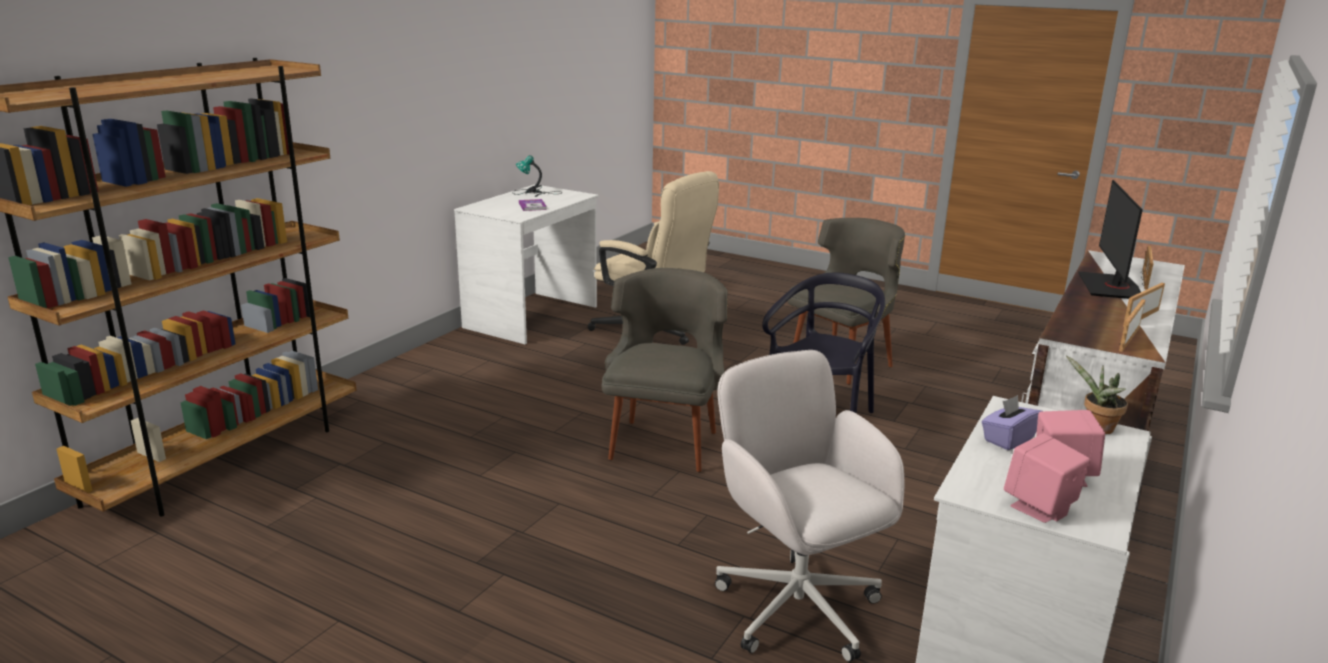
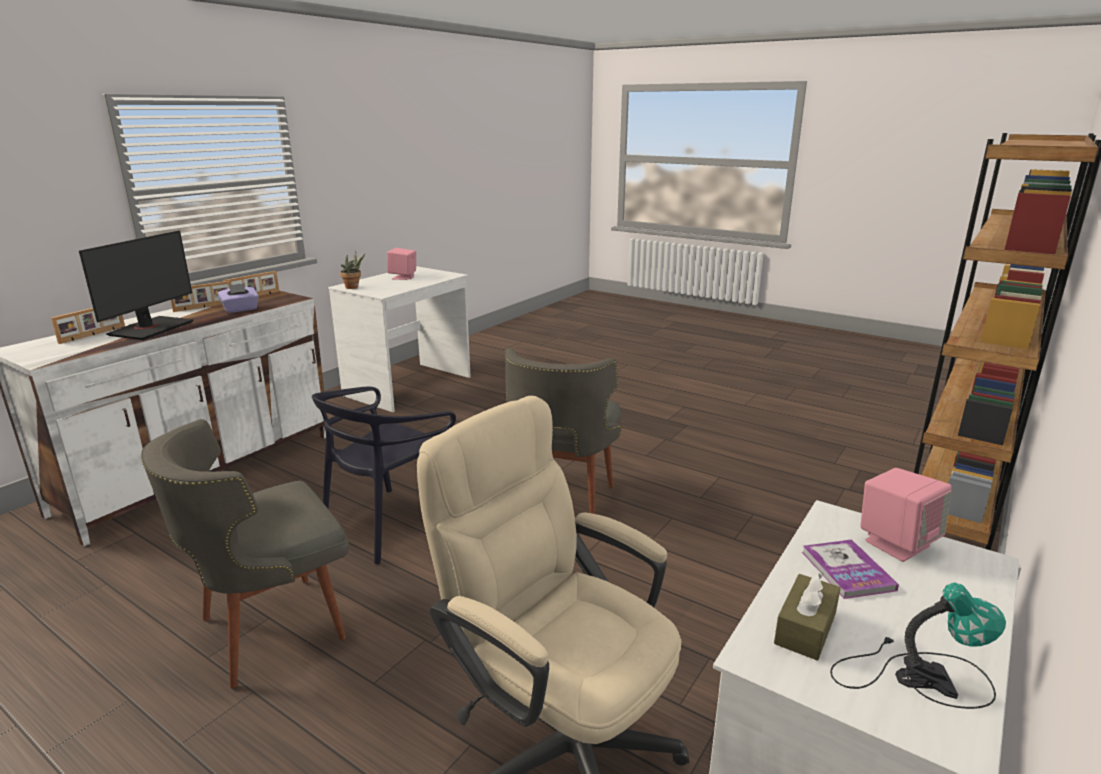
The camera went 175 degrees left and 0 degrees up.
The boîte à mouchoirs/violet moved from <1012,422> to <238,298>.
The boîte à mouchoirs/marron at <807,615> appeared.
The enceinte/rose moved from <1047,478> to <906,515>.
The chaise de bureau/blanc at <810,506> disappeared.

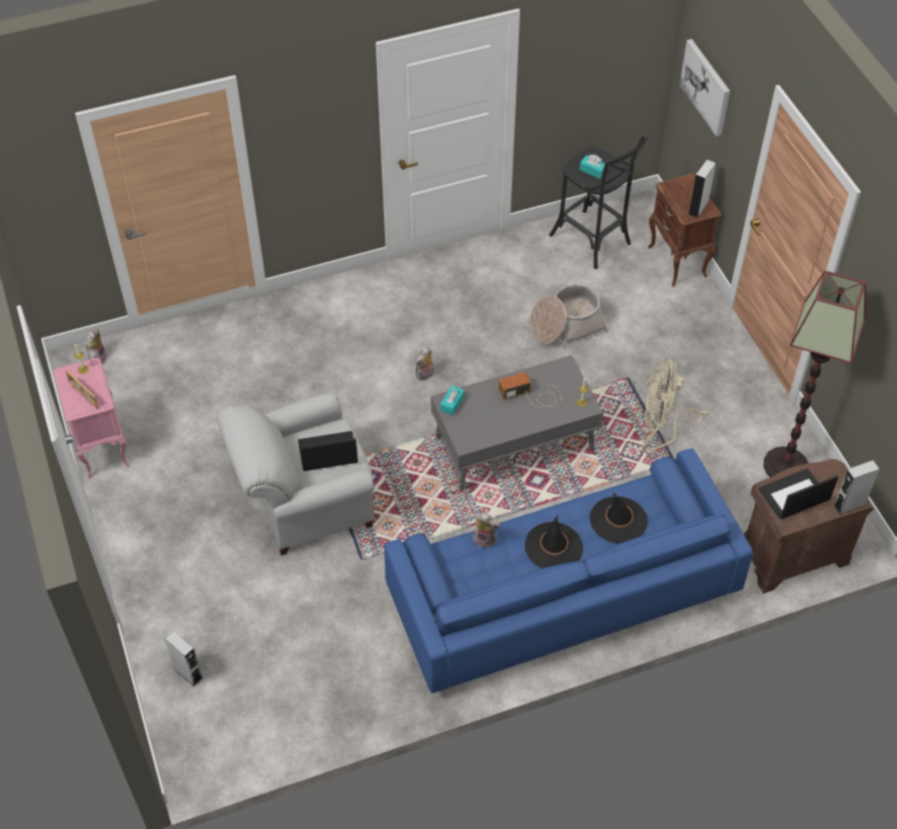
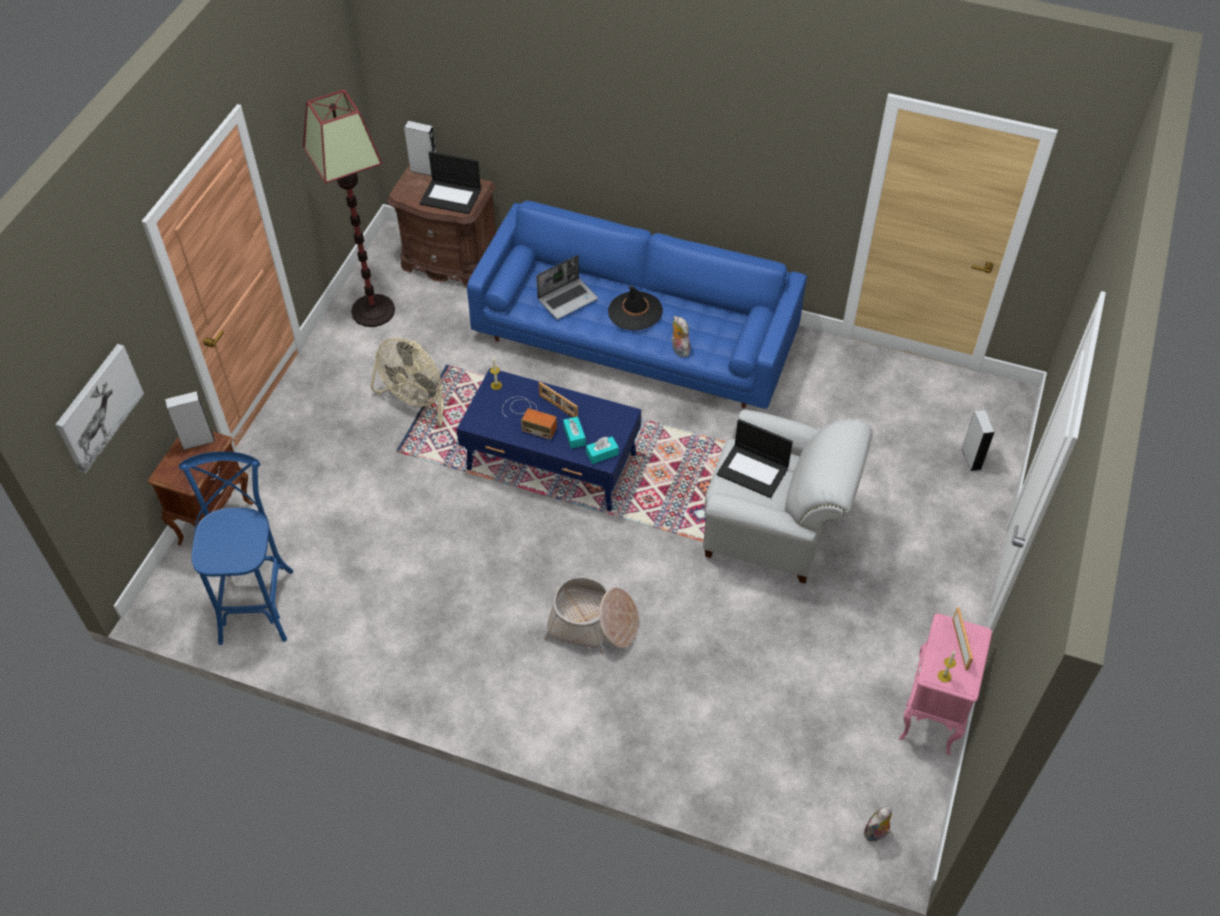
The camera went 140 degrees left and 0 degrees up.
The tabouret/noir at <598,201> became the tabouret/bleu at <236,548>.
The ventilateur/beige at <675,406> turned 75 degrees clockwise.
The table basse/gris at <517,423> became the table basse/bleu at <549,439>.
The chapeau/noir at <618,517> was replaced by the ordinateur portable at <567,287>.
The cadre photo at <558,399> appeared.
The panier moved from <569,315> to <591,615>.
The boîte à mouchoirs/turquoise moved from <592,167> to <574,432>.
The peluche at <424,363> disappeared.

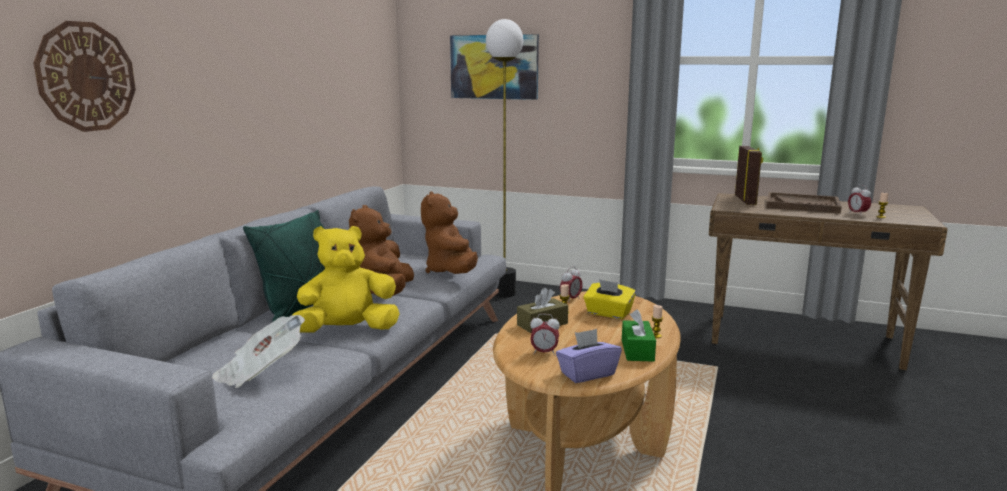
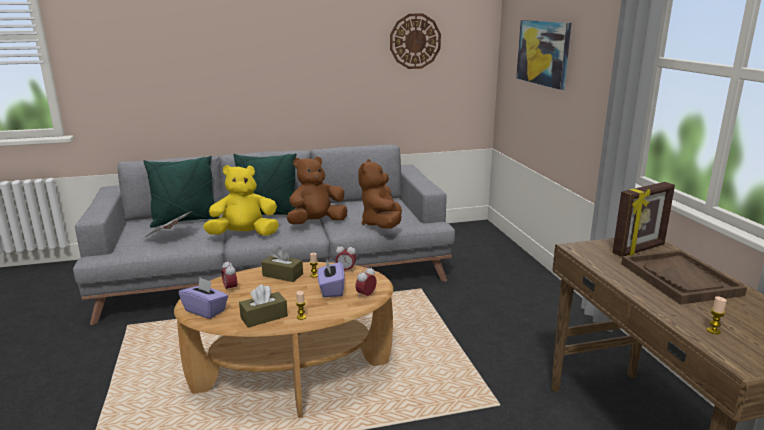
The camera went 55 degrees right and 5 degrees up.
The coussin/vert at <181,192> appeared.
The peluche/jaune at <346,279> turned 45 degrees counterclockwise.
The boîte à mouchoirs/vert at <639,336> became the boîte à mouchoirs/marron at <263,306>.
The boîte à mouchoirs/jaune at <609,299> became the boîte à mouchoirs/violet at <331,278>.
The réveil moved from <859,200> to <366,282>.
The peluche/marron at <449,232> turned 45 degrees counterclockwise.
The horloge murale moved from <84,76> to <415,41>.
The lampadaire at <504,158> disappeared.

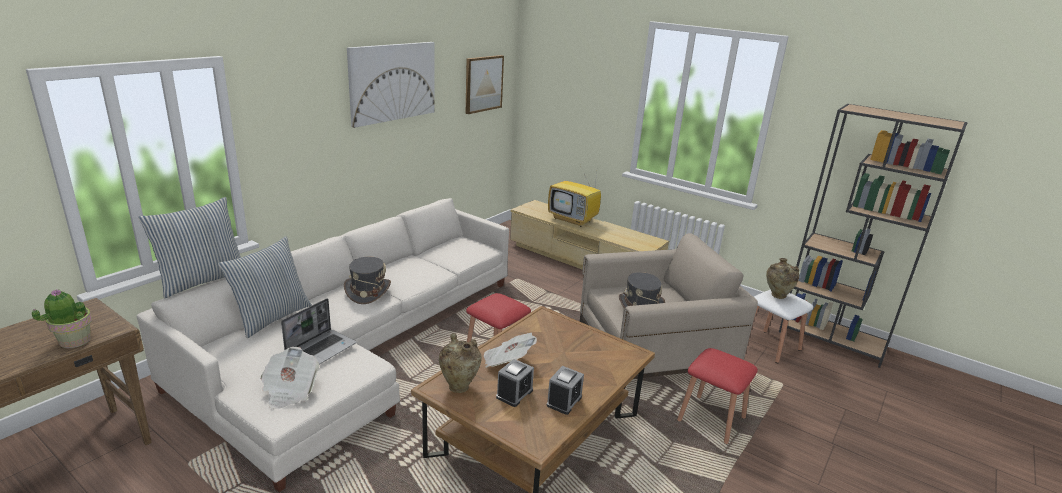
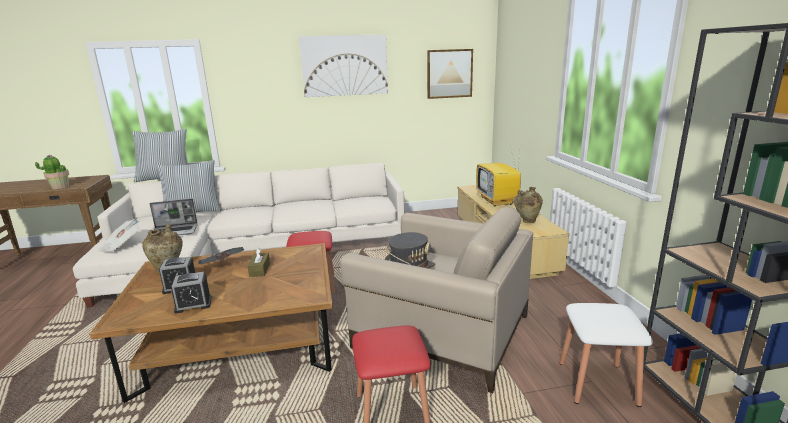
The camera went 45 degrees right and 5 degrees down.
The boîte à mouchoirs/marron at <259,262> appeared.
The vase/beige moved from <782,278> to <528,205>.
The chapeau/gris at <367,280> disappeared.

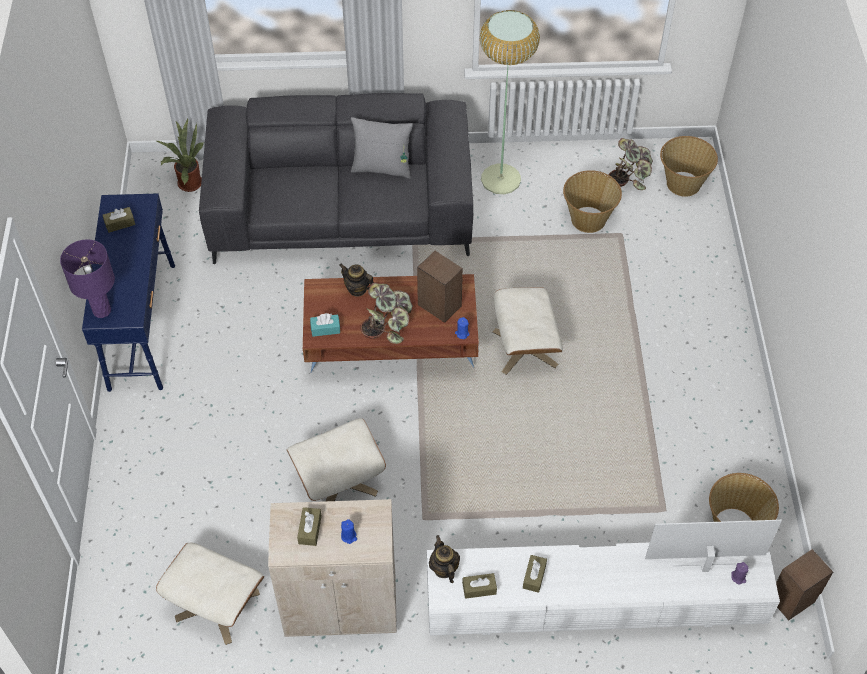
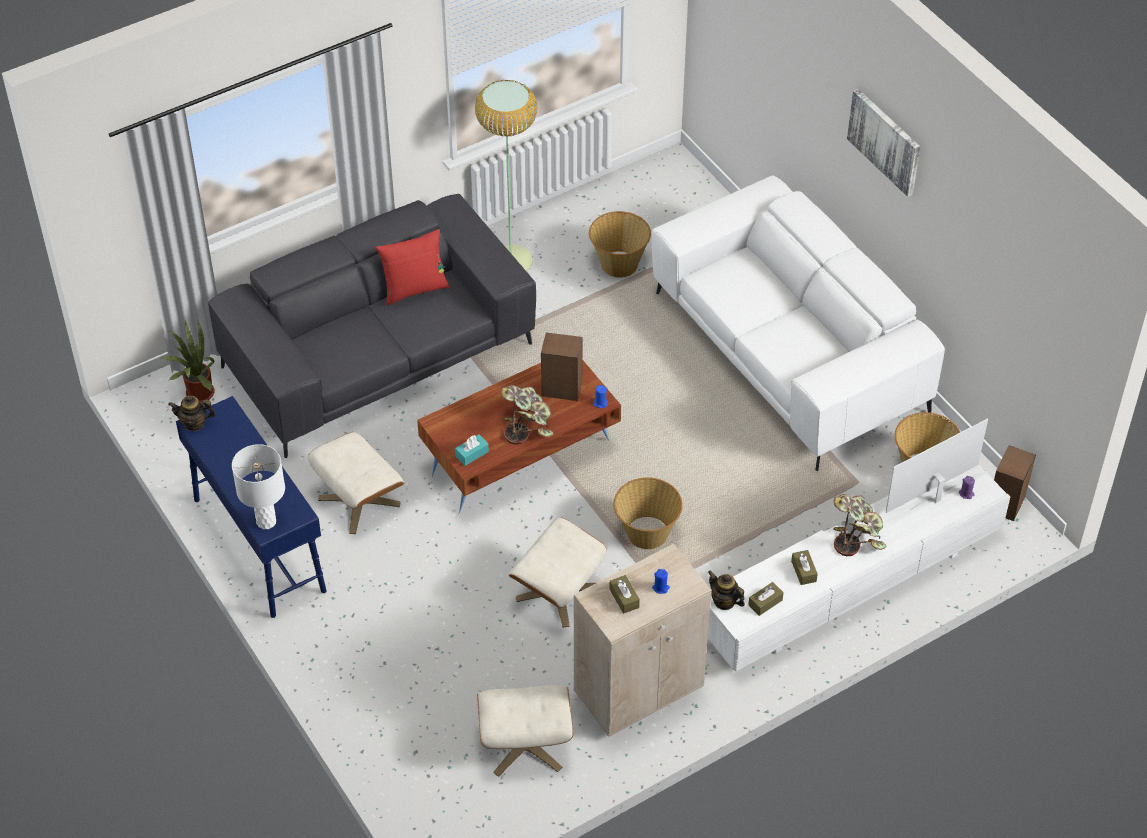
The camera went 30 degrees left and 5 degrees down.
The théière moved from <356,280> to <192,413>.
The lampe de table/violet at <87,278> became the lampe de table/blanc at <258,486>.
The pouf/beige moved from <528,331> to <356,483>.
The coussin/gris at <382,148> became the coussin/rouge at <412,267>.
The panier moved from <689,166> to <648,513>.
The canapé/blanc at <798,323> appeared.
The plante en pot moved from <631,164> to <860,525>.
The tableau at <883,143> appeared.
The boîte à mouchoirs/marron at <119,220> disappeared.

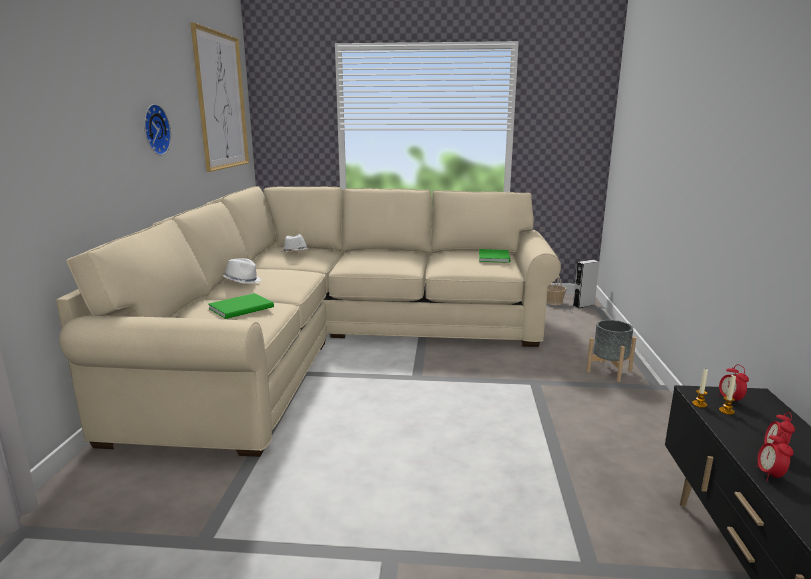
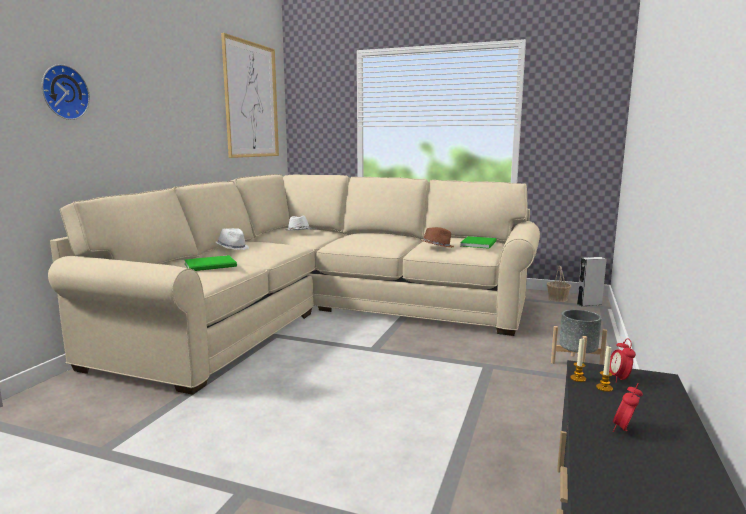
The camera went 15 degrees right and 5 degrees down.
The horloge murale moved from <157,129> to <66,92>.
The chapeau/marron at <437,237> appeared.
The réveil at <775,456> disappeared.

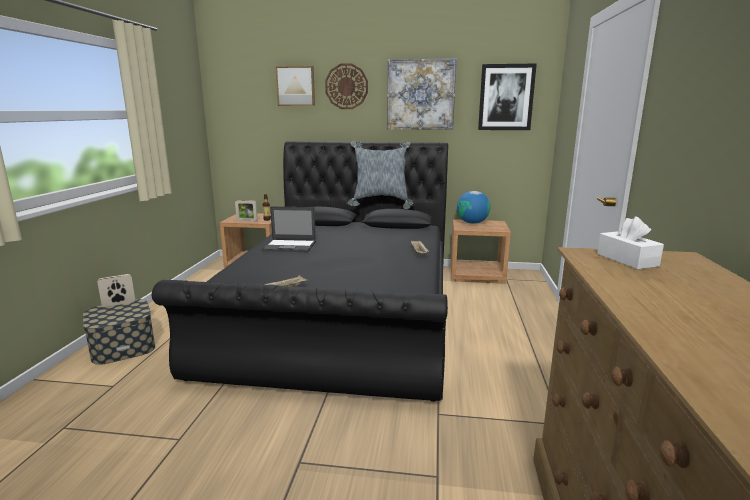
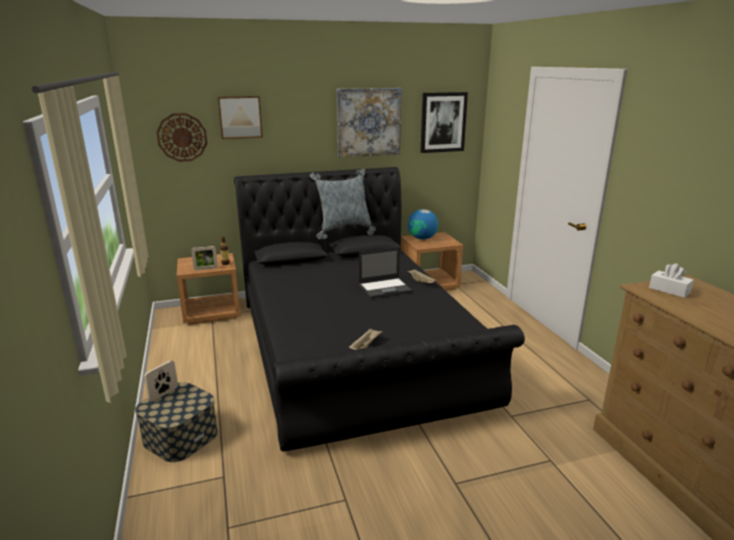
The camera went 25 degrees left and 5 degrees up.
The horloge murale moved from <346,86> to <181,137>.
The ordinateur portable moved from <289,229> to <386,272>.

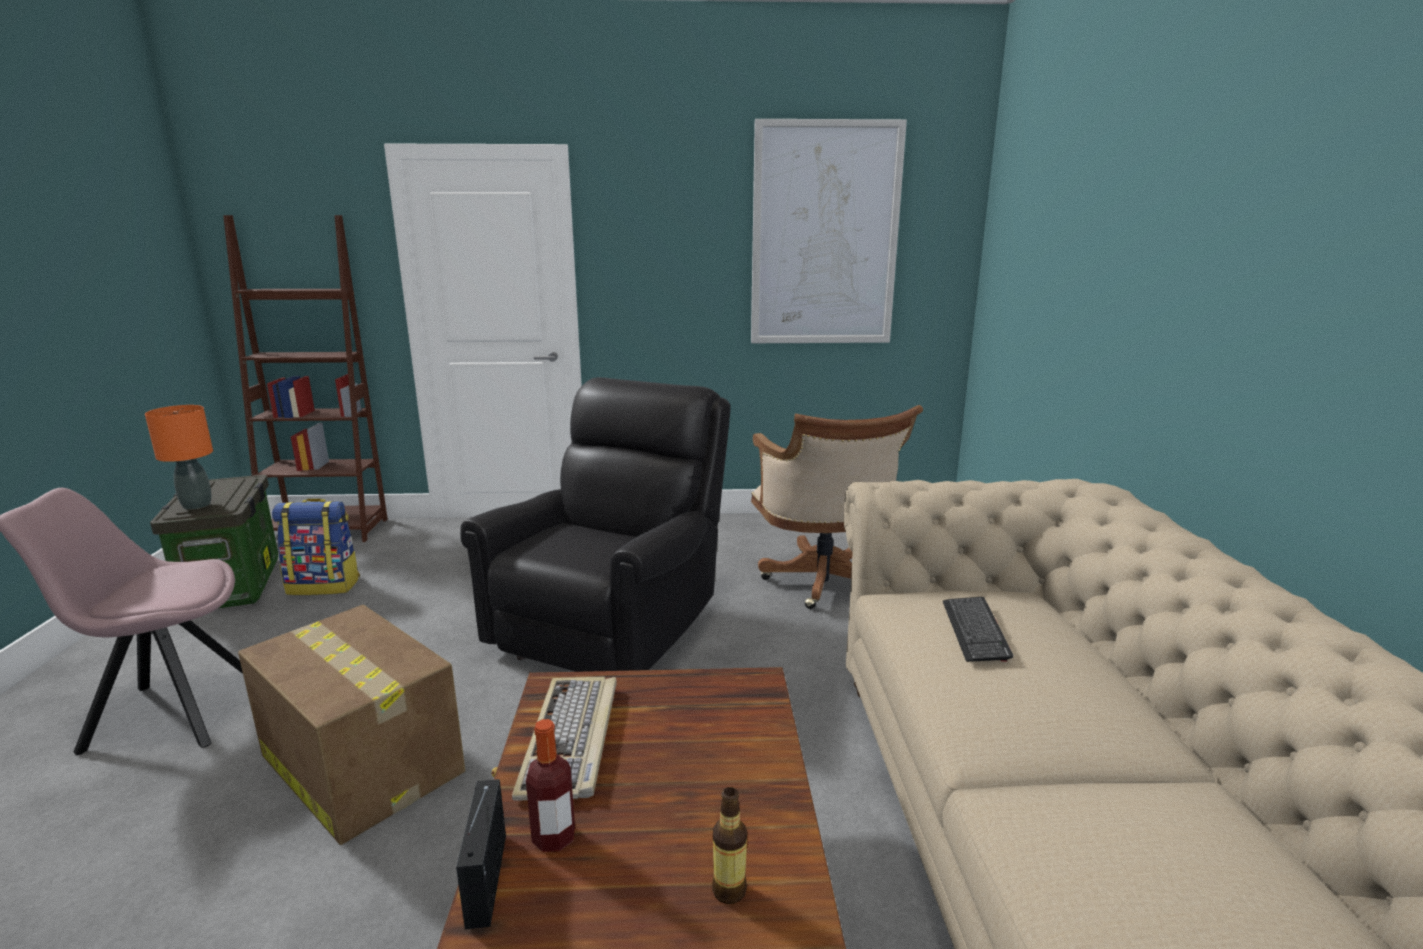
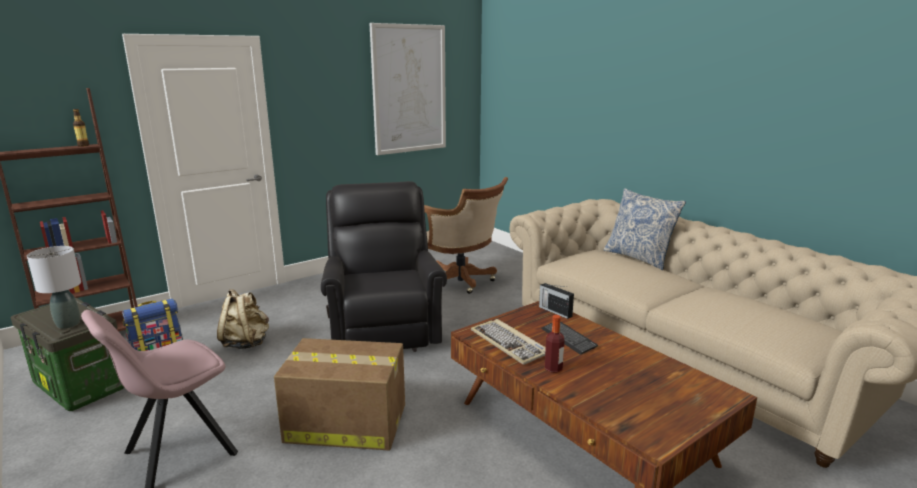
The camera went 35 degrees left and 0 degrees up.
The lampe de table/orange at <179,457> became the lampe de table/gris at <54,287>.
The bouteille moved from <729,845> to <81,128>.
The sac à dos/beige at <243,319> appeared.
The radio moved from <481,854> to <556,301>.
The clavier moved from <978,629> to <569,338>.
The coussin at <645,229> appeared.

